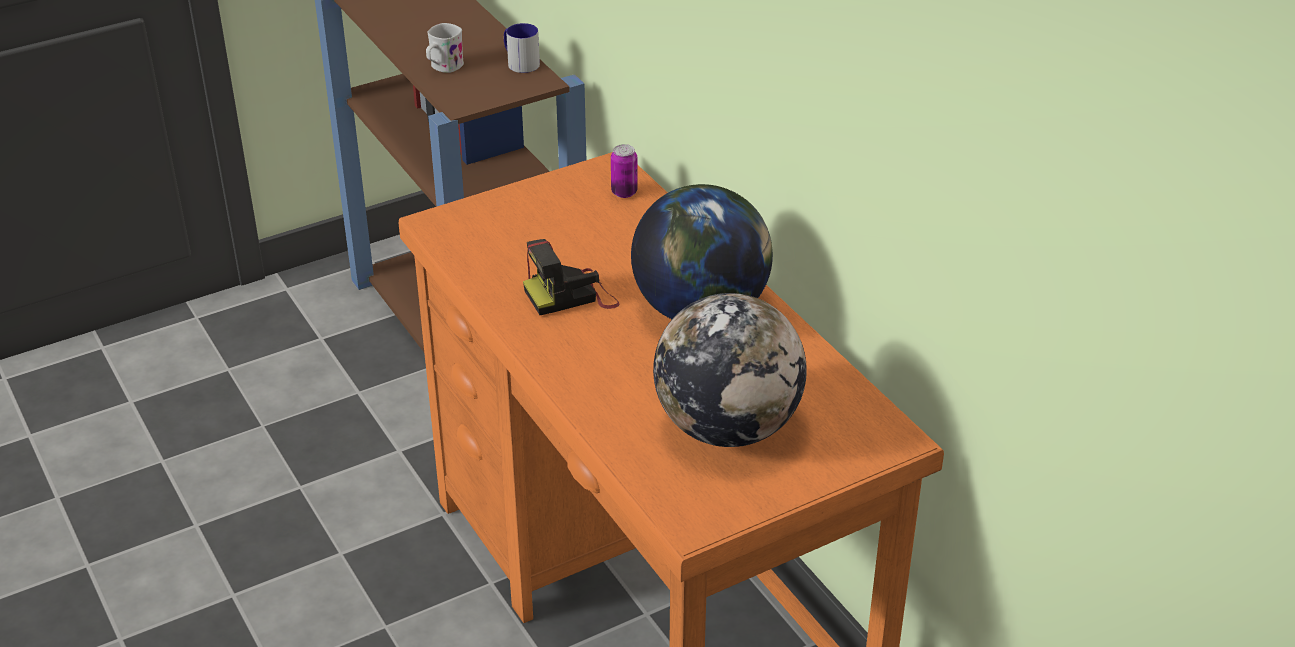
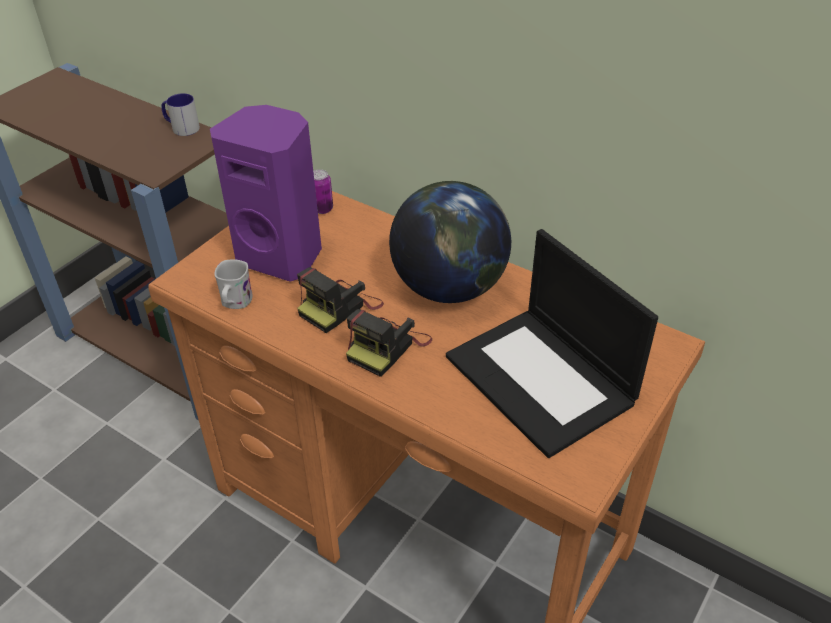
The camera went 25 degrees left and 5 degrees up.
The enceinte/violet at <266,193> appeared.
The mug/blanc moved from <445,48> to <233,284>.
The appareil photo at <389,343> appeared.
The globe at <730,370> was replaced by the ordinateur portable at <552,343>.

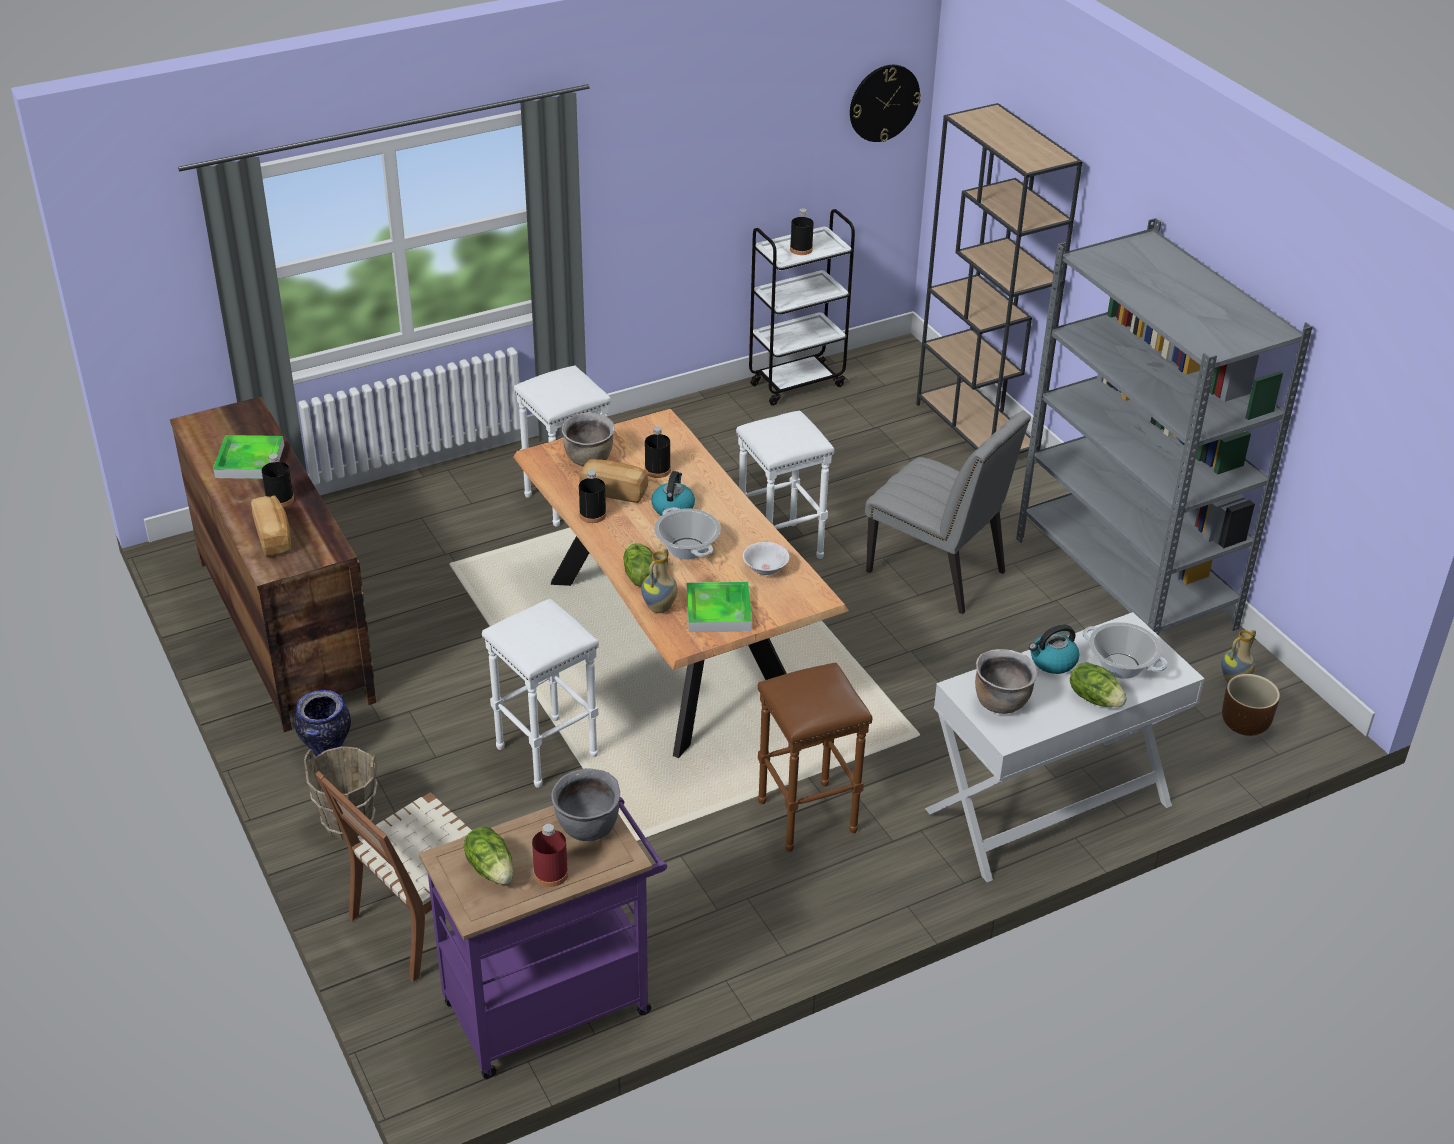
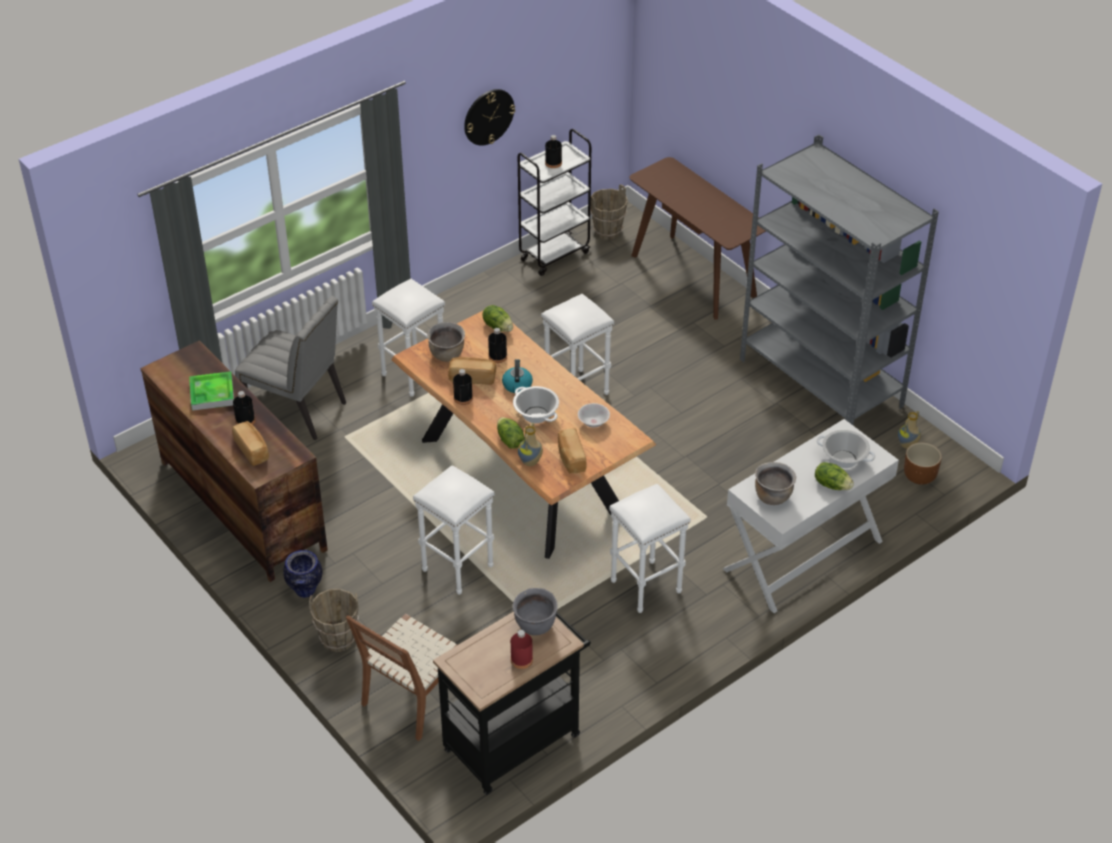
The camera went 10 degrees left and 5 degrees up.
The chaise/gris moved from <948,512> to <290,368>.
The chariot/violet at <543,938> became the chariot/noir at <512,703>.
The horloge murale moved from <885,103> to <489,117>.
The laitue moved from <488,855> to <497,318>.
The plateau at <719,607> was replaced by the pain at <572,450>.
The seau/marron at <609,212> appeared.
The tabouret/marron at <815,757> became the tabouret/blanc at <650,548>.
The bibliothèque at <999,278> was replaced by the table console/marron at <697,238>.
The bouilloire at <1054,649> disappeared.

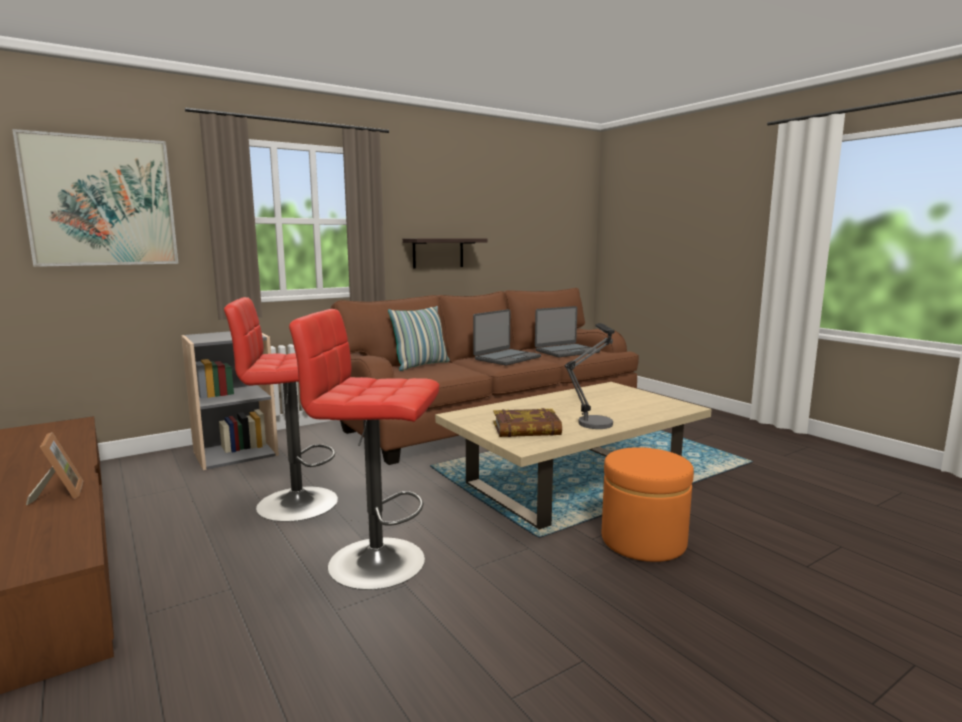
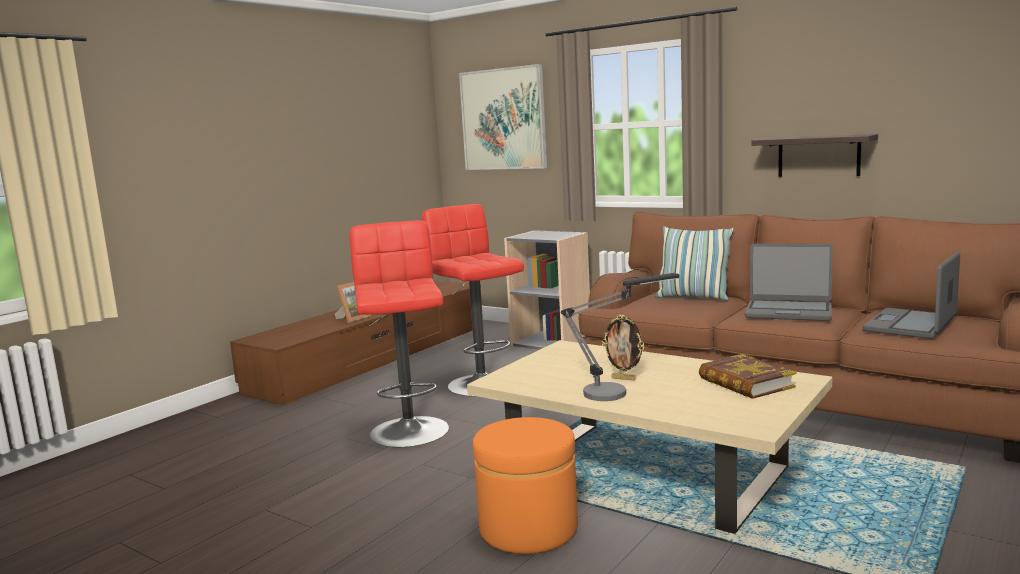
The camera went 70 degrees right and 0 degrees up.
The cadre photo at <623,347> appeared.
The livre moved from <527,422> to <747,376>.
The ordinateur portable at <567,331> turned 90 degrees clockwise.

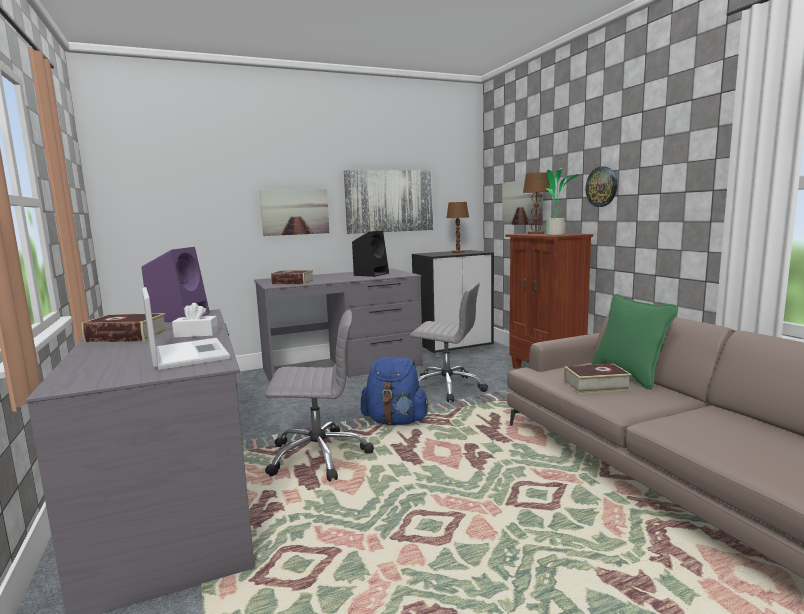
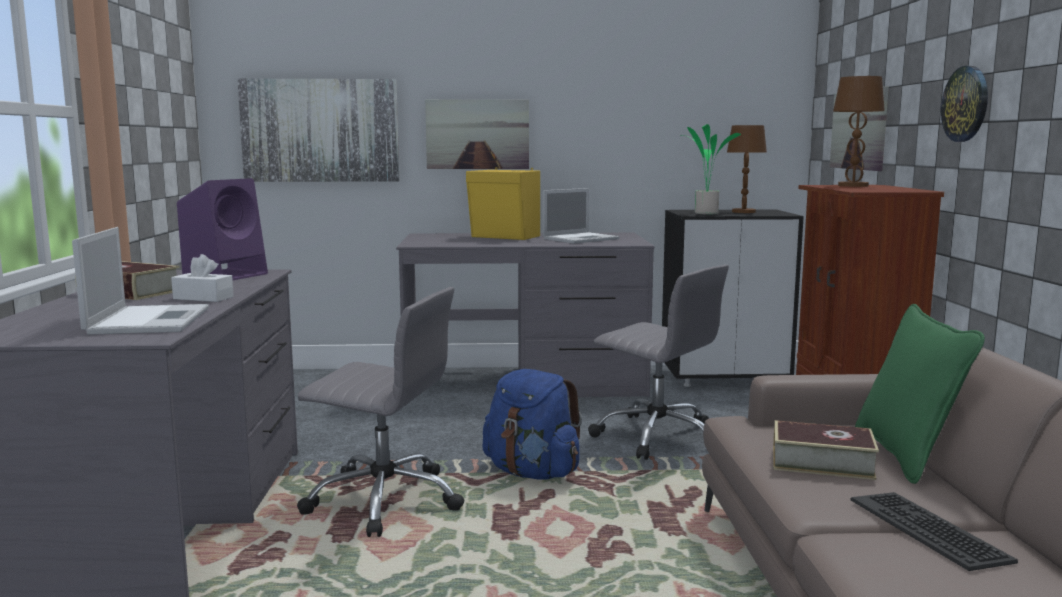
The camera went 20 degrees right and 0 degrees up.
The tableau moved from <388,202> to <318,130>.
The enceinte/jaune at <503,203> appeared.
The enceinte/noir at <370,254> was replaced by the ordinateur portable at <580,216>.
The plante en pot moved from <557,201> to <710,169>.
The clavier at <934,531> appeared.
The livre at <292,277> disappeared.

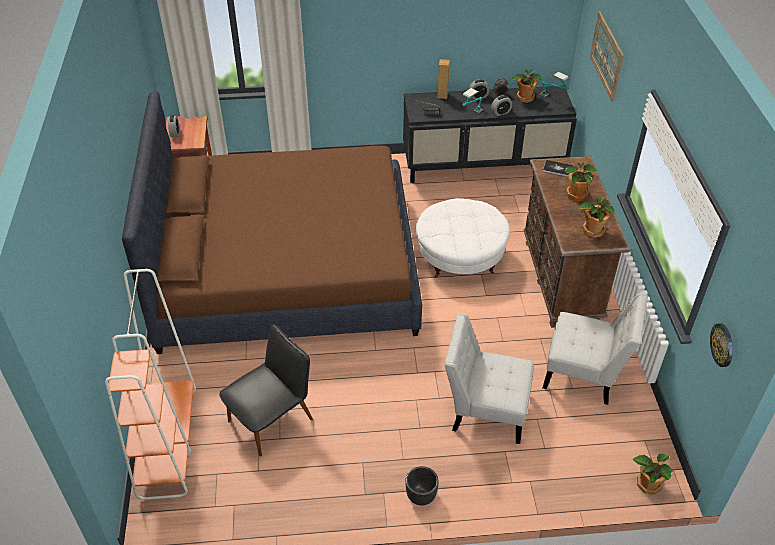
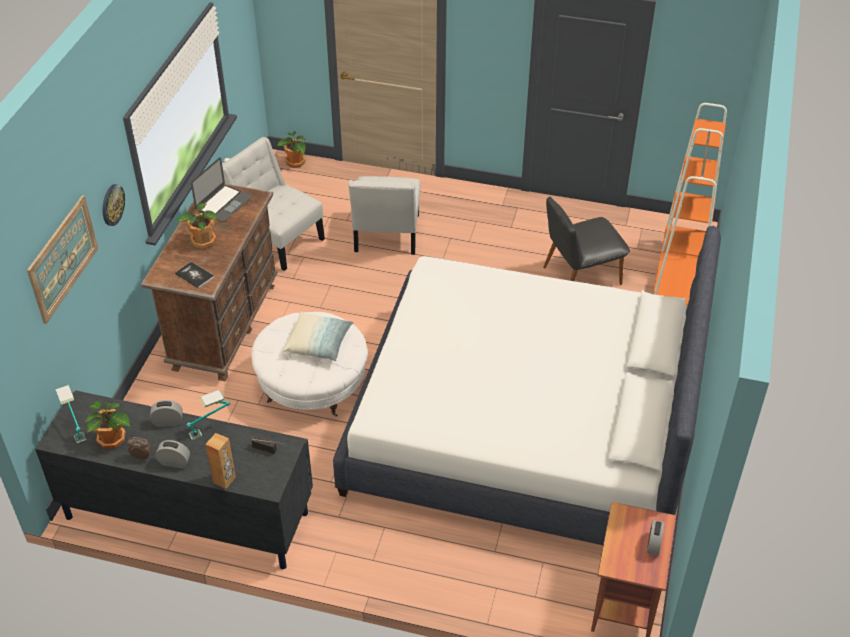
The camera went 160 degrees left and 0 degrees up.
The horloge murale moved from <721,345> to <114,205>.
The plante en pot at <595,217> was replaced by the ordinateur portable at <221,189>.
The coussin at <318,336> appeared.
The lit/marron at <272,222> became the lit/blanc at <527,385>.
The chaise/blanc at <489,378> turned 60 degrees clockwise.
The cache-pot/noir at <422,486> disappeared.

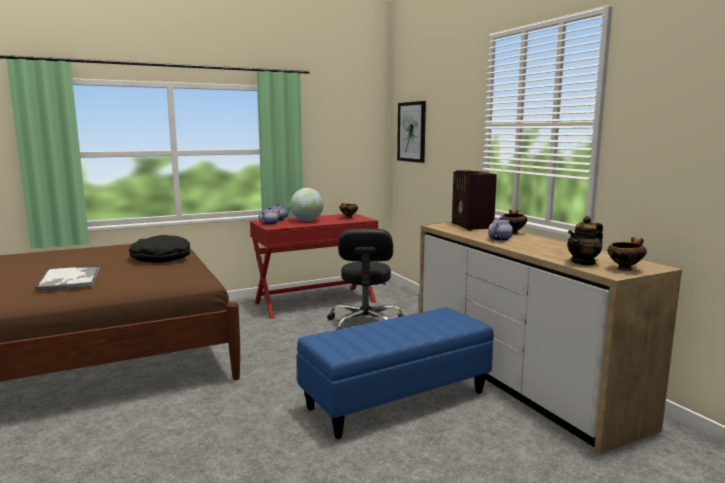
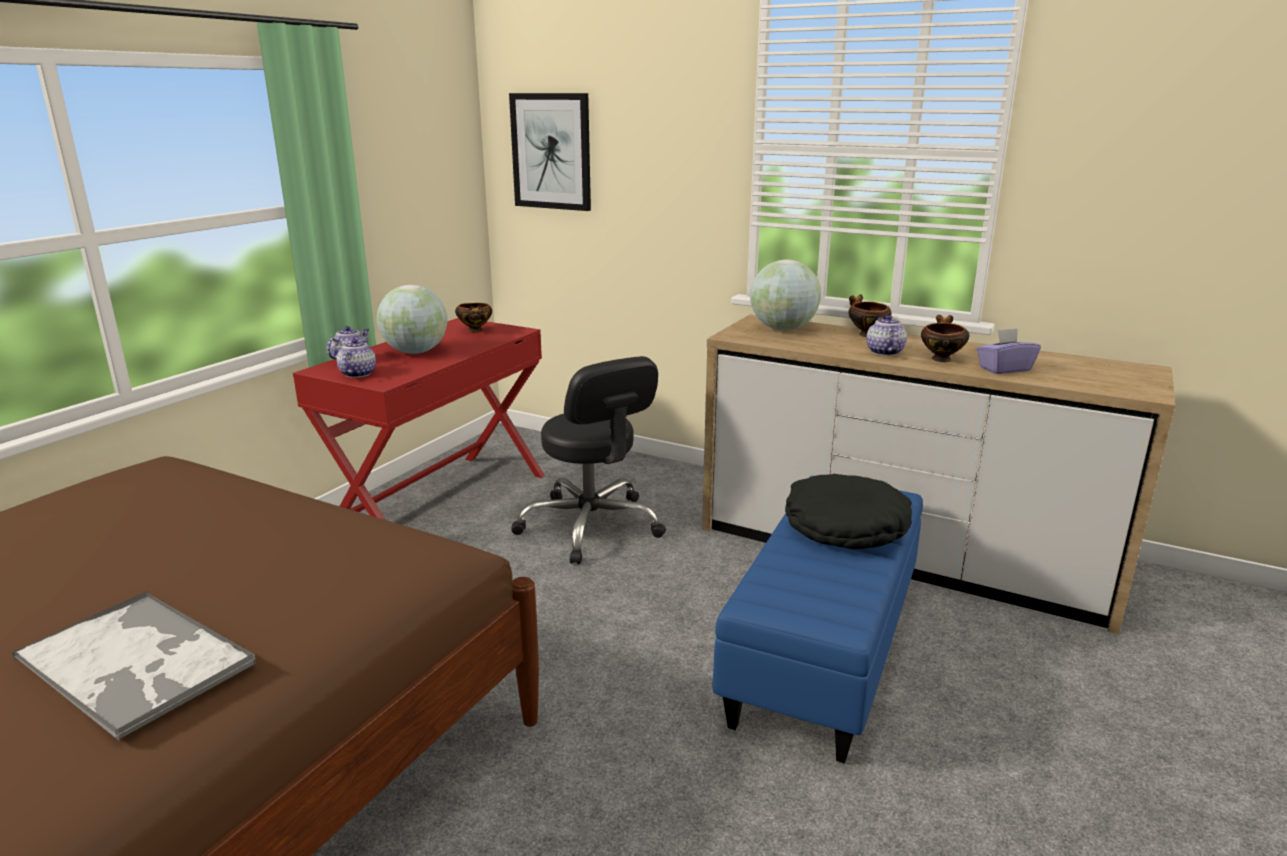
The camera went 35 degrees left and 10 degrees up.
The radio at <474,200> was replaced by the globe at <785,295>.
The coussin/noir moved from <159,249> to <848,511>.
The bol moved from <627,254> to <945,338>.
The boîte à mouchoirs/violet at <1009,351> appeared.
The théière at <585,241> disappeared.

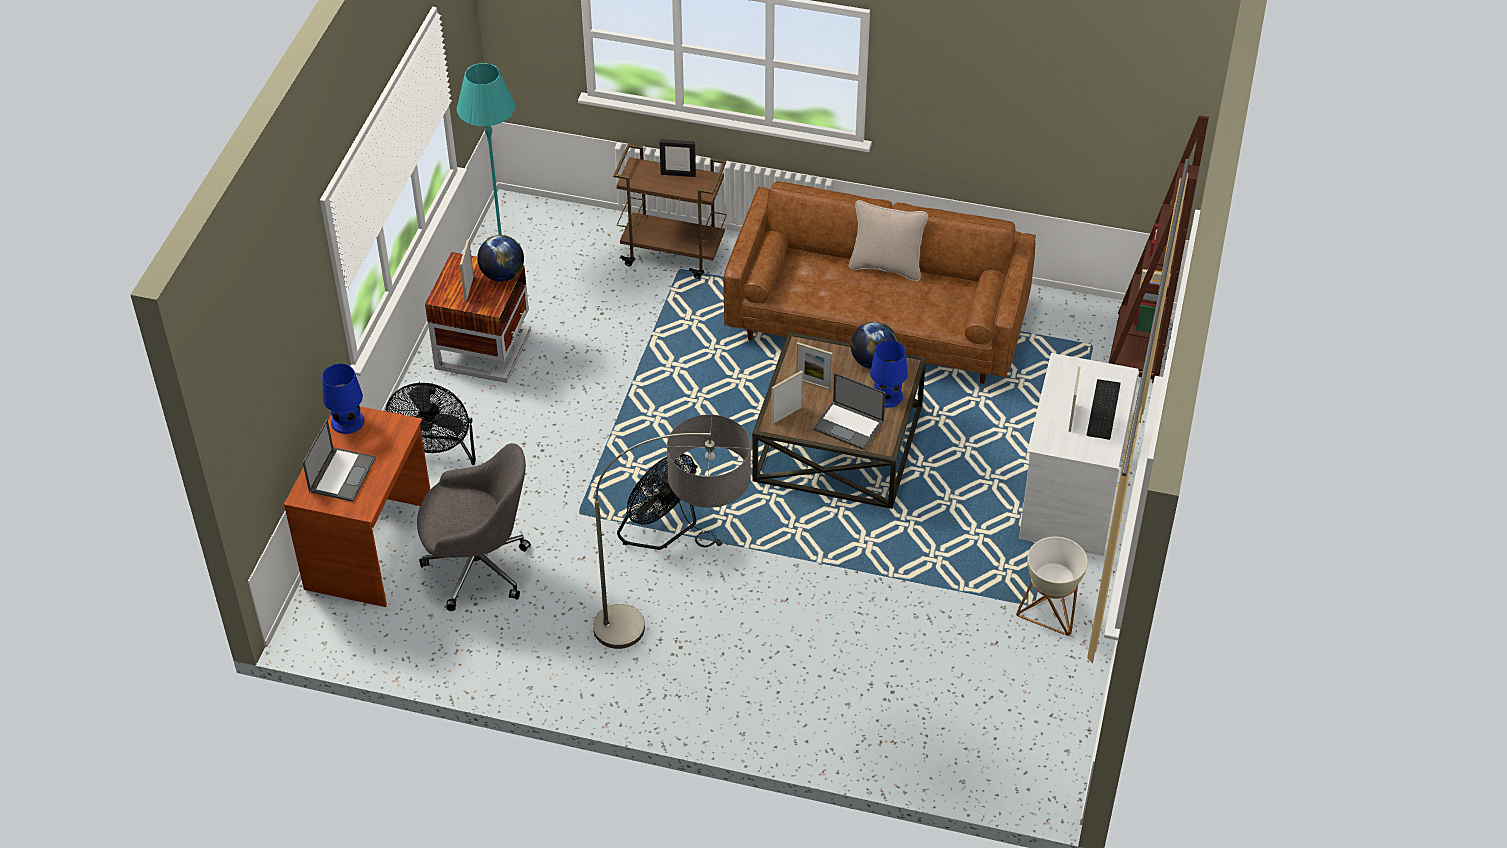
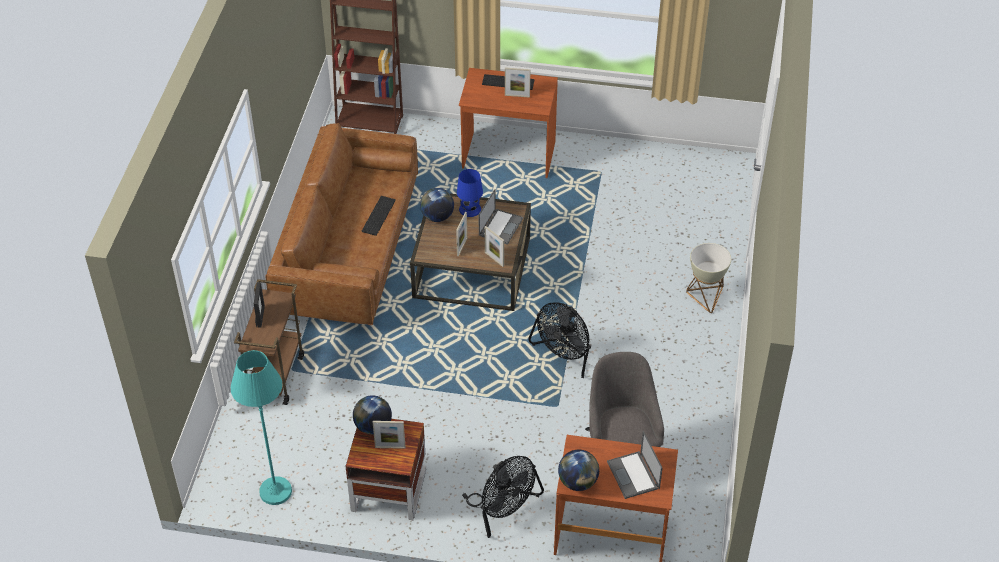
The camera went 95 degrees left and 0 degrees up.
The clavier at <379,216> appeared.
The bureau/blanc at <1079,454> became the bureau/marron at <508,123>.
The ventilateur/noir at <431,423> turned 45 degrees clockwise.
The lampe de table/bleu at <343,399> was replaced by the globe at <578,470>.
The ordinateur portable at <339,460> turned 120 degrees counterclockwise.
The cache-pot moved from <1052,586> to <708,278>.
The lampadaire at <672,531> disappeared.
The coussin/beige at <888,240> disappeared.

